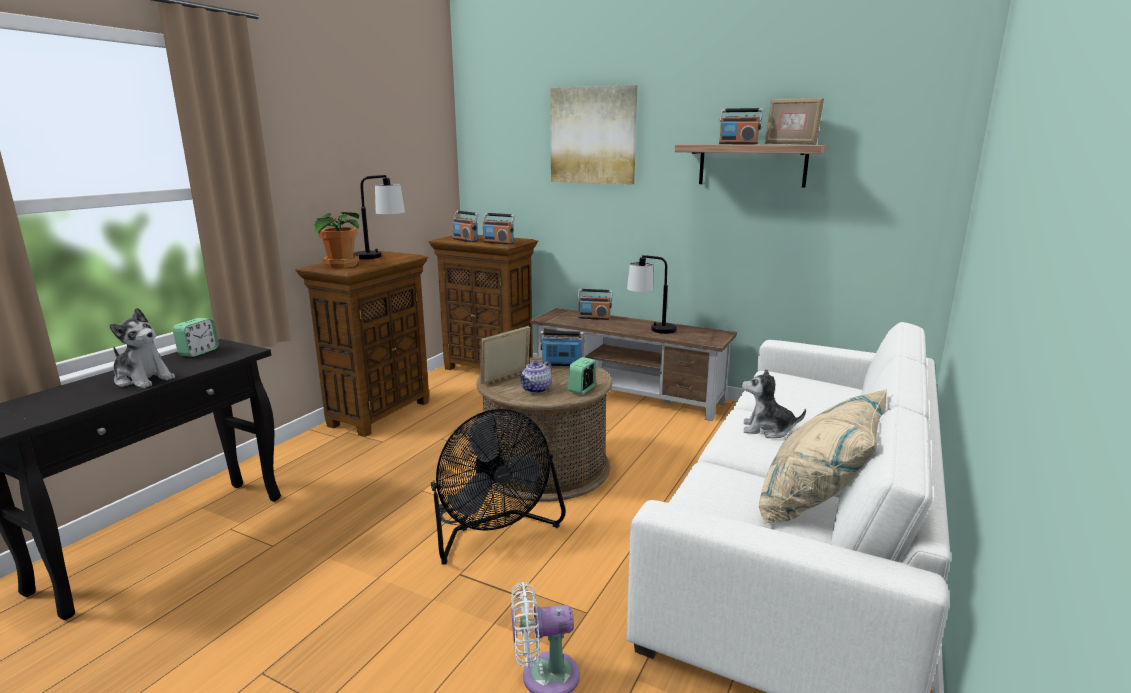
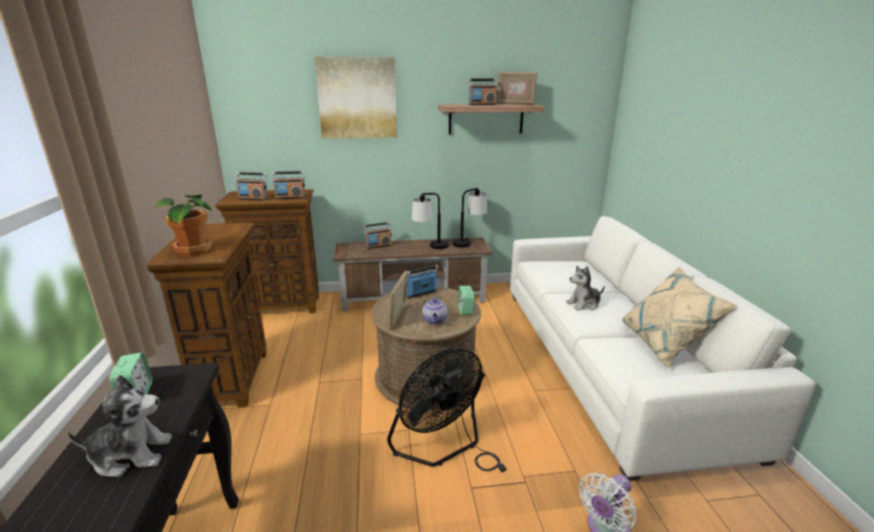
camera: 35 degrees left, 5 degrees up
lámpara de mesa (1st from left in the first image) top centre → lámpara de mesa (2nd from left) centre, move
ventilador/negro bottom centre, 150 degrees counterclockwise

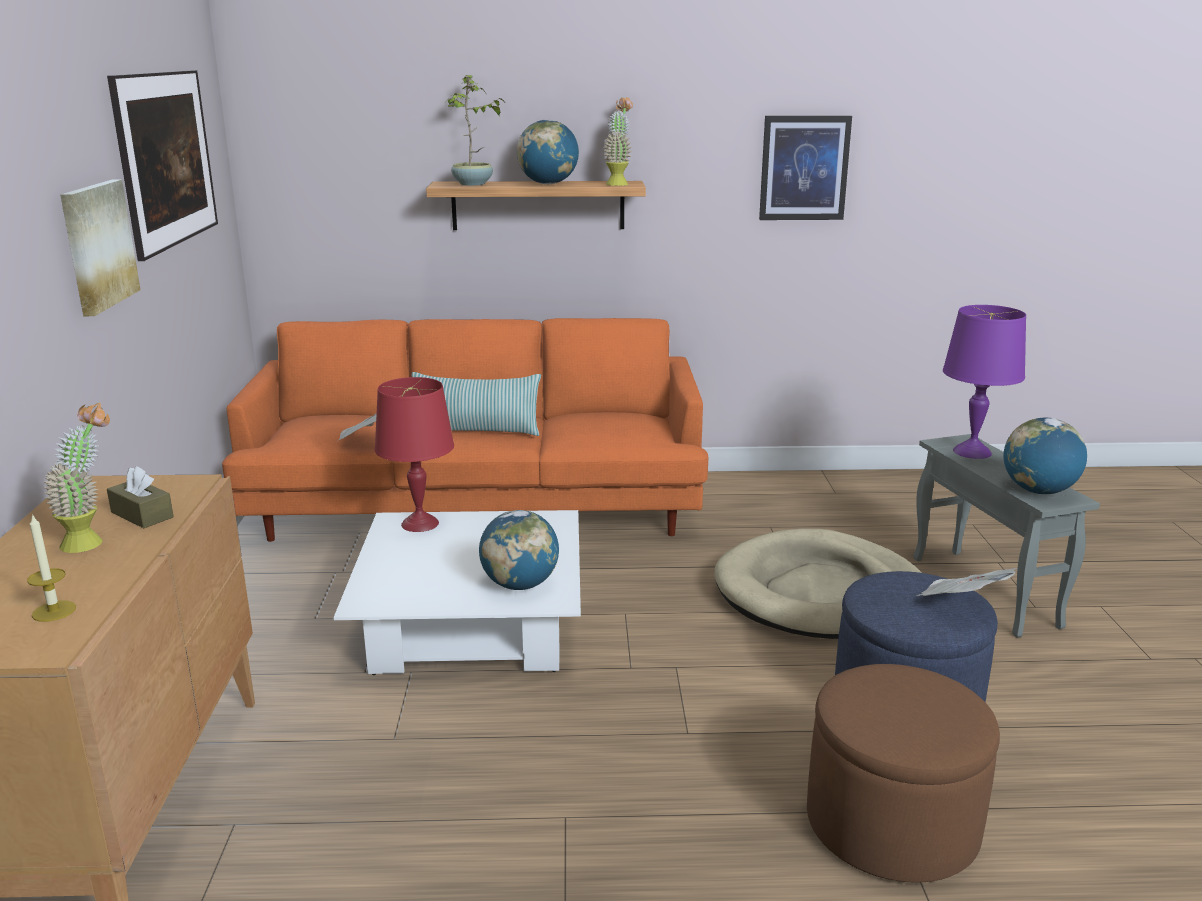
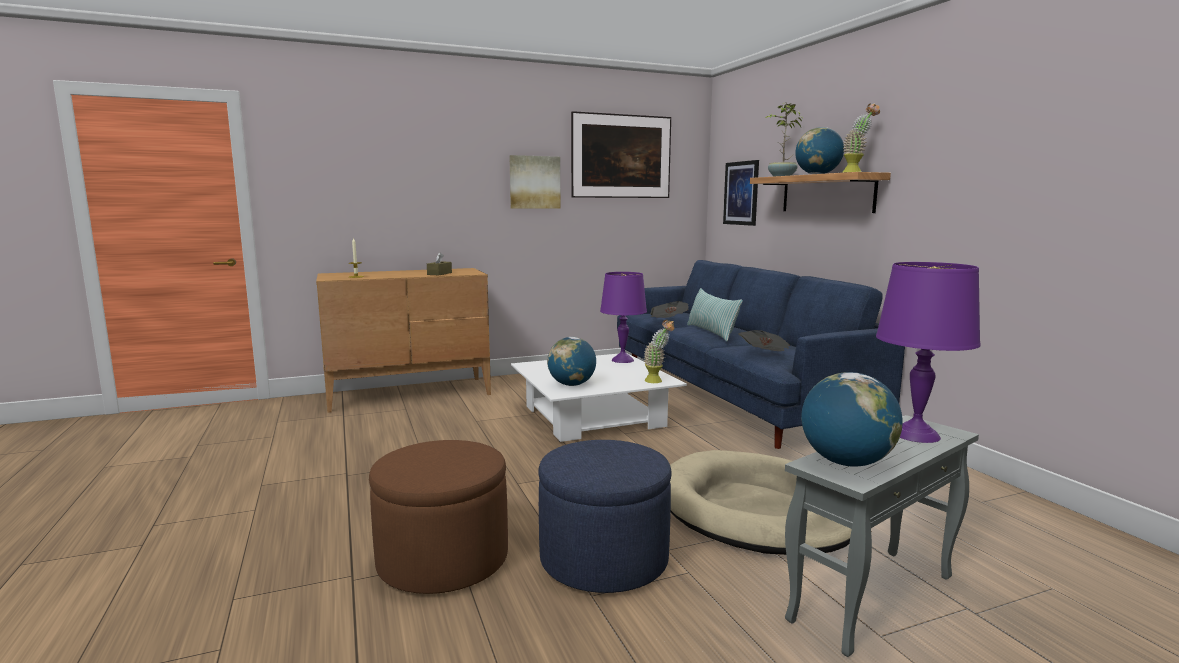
camera: 70 degrees right, 10 degrees down
cuadro (3rd from left) top right → cuadro (3rd from left) top centre, move
sofá/naranja centre → sofá/azul centre
lámpara de mesa/rojo centre → lámpara de mesa/morado (1st from left) centre
planta en maceta (1st from left) middle left → planta en maceta (1st from left) centre, move
periódico (2nd from left) middle right → periódico (2nd from left) centre, move

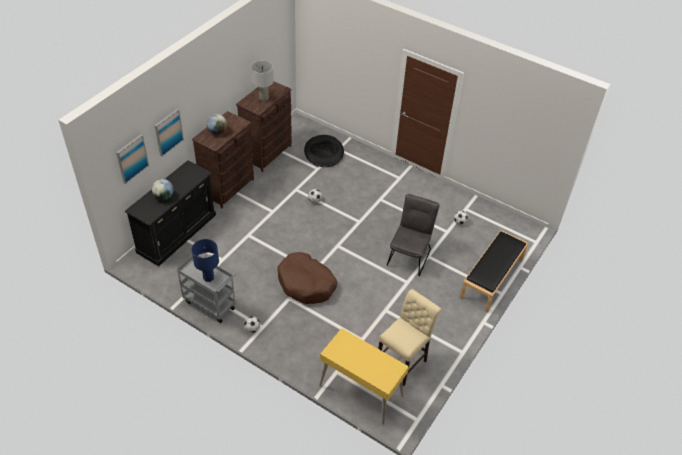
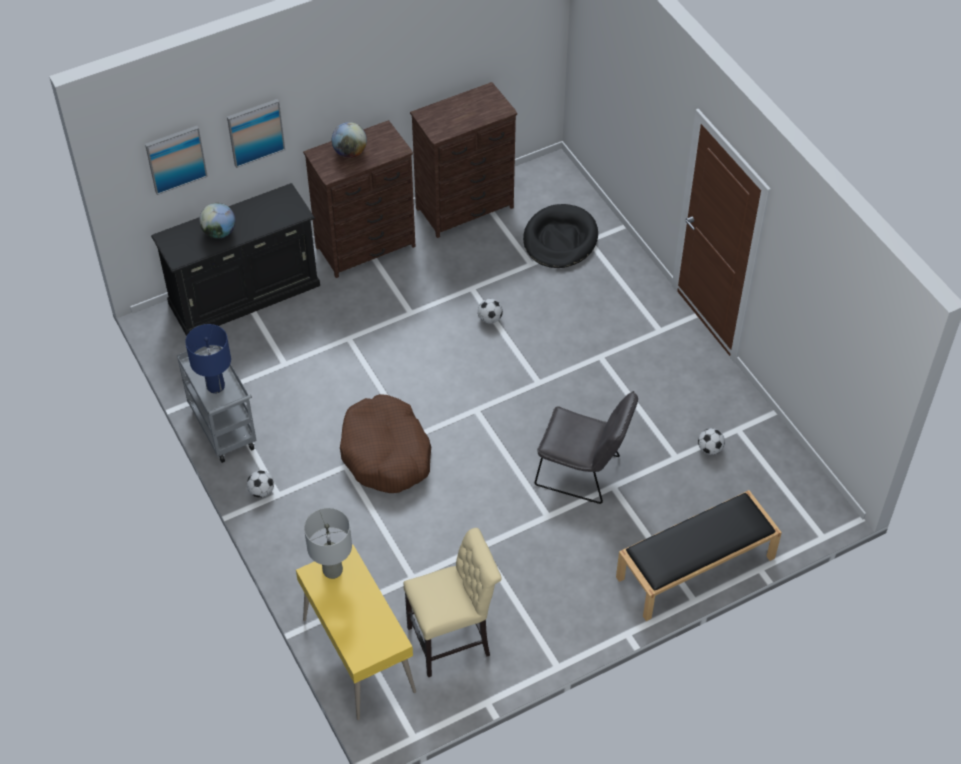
camera: 30 degrees right, 5 degrees up
lámpara de mesa/gris top centre → lámpara de mesa/gris bottom centre, move
silla/gris centre, 60 degrees clockwise

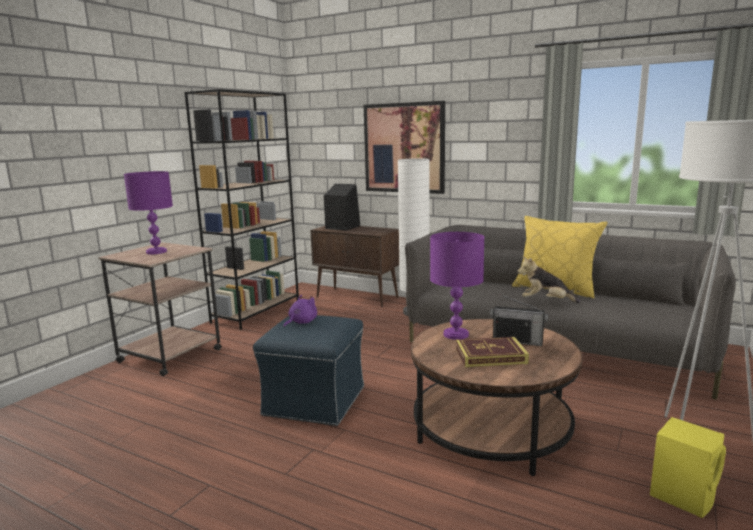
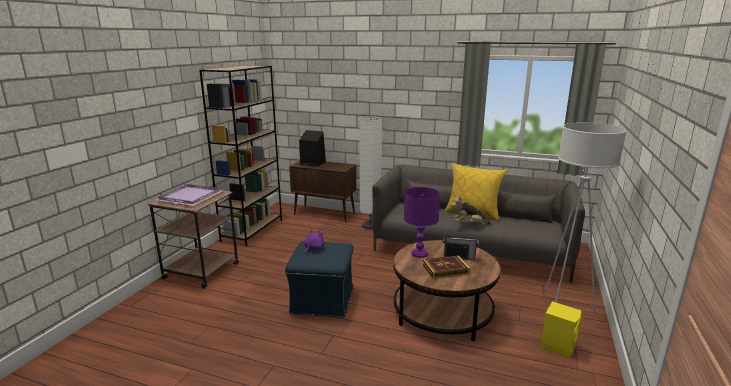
camera: 10 degrees left, 5 degrees up
cuadro top centre → -
lámpara de mesa/morado (1st from left) middle left → bandeja/morado middle left

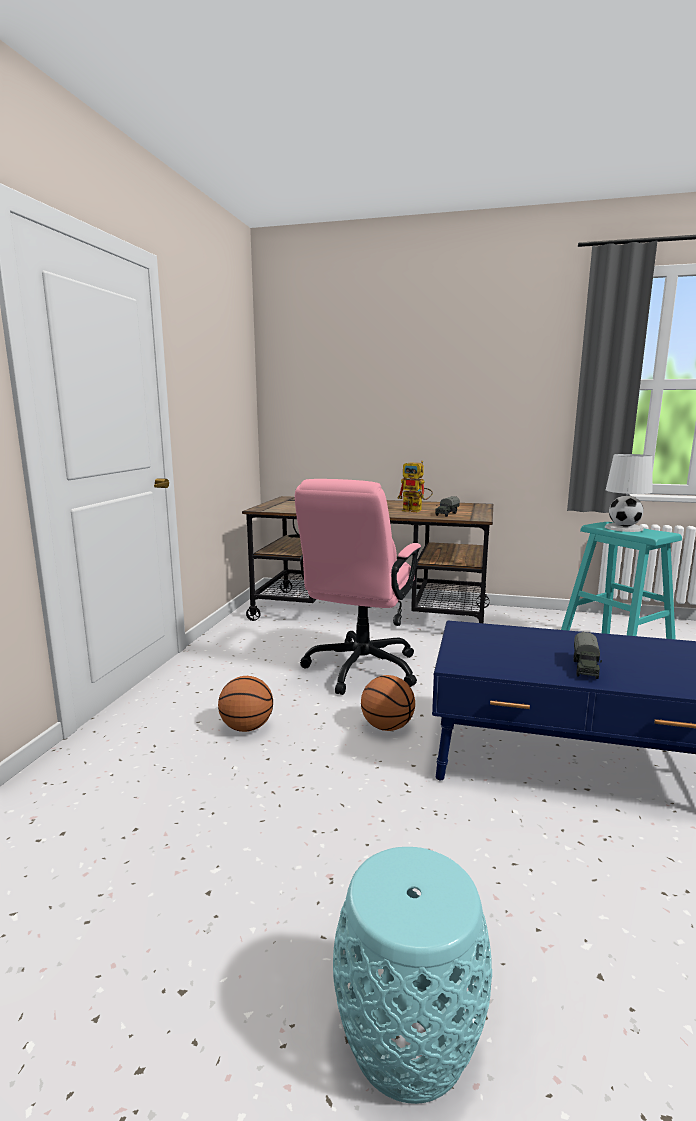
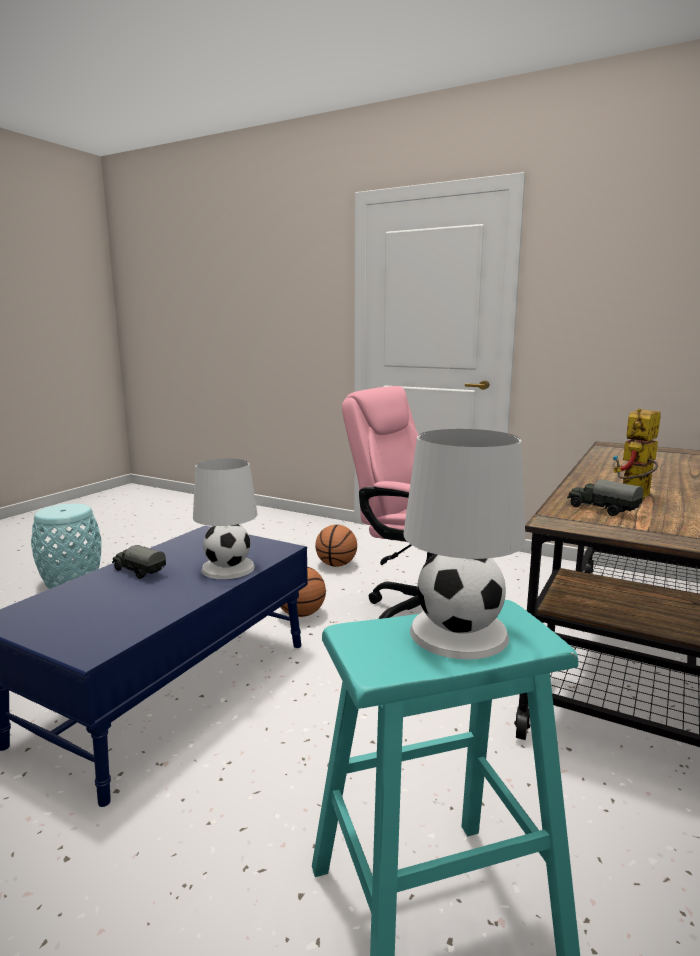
camera: 105 degrees right, 0 degrees up
- → lámpara de mesa/blanco (1st from left) middle left

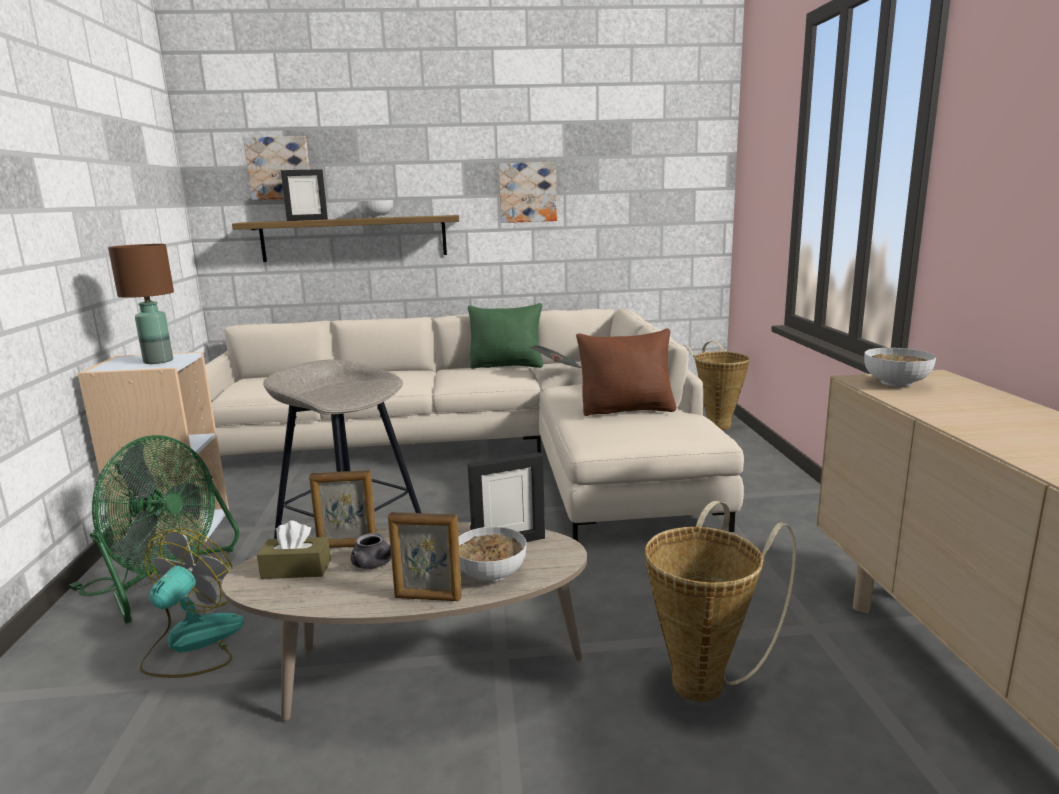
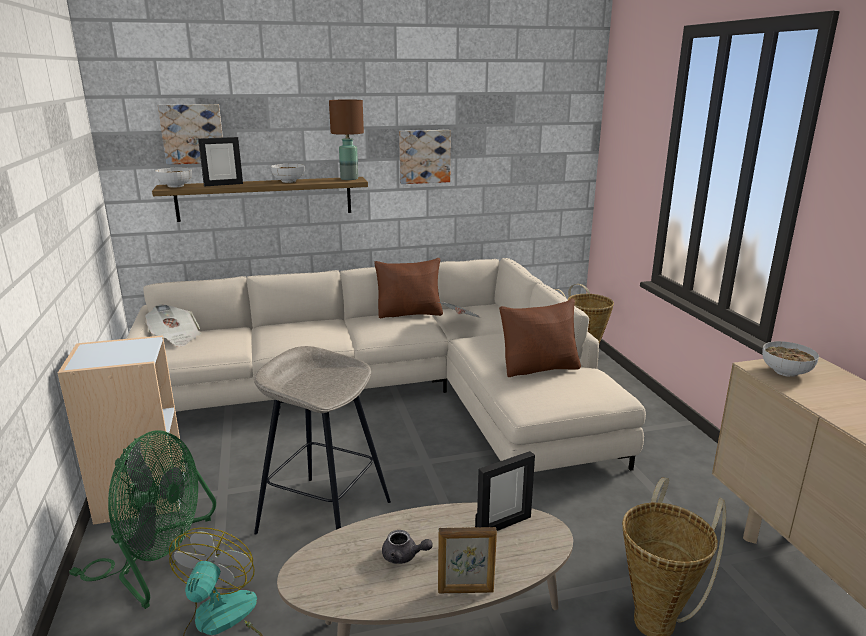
camera: 10 degrees left, 5 degrees up
lámpara de mesa/marrón middle left → lámpara de mesa/marrón top centre, move
cojín/verde centre → cojín/marrón (1st from left) centre
portarretratos (2nd from left) middle left → -
caja de pañuelos/marrón bottom left → -
cuenco (2nd from left in the first image) bottom centre → cuenco (1st from left) top left, move
- → periódico (1st from left) middle left

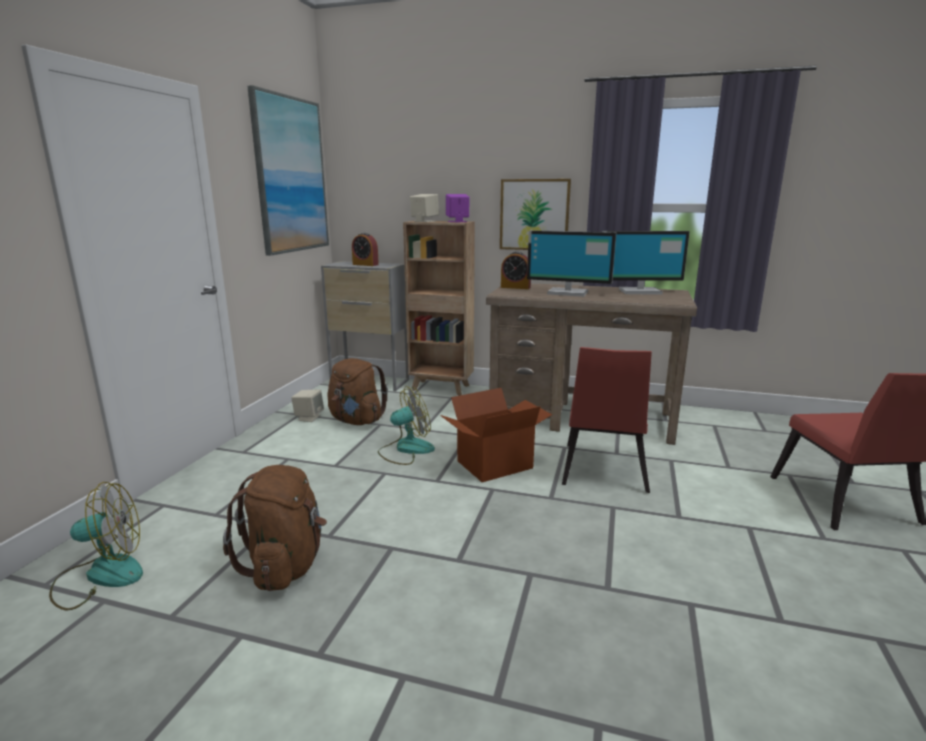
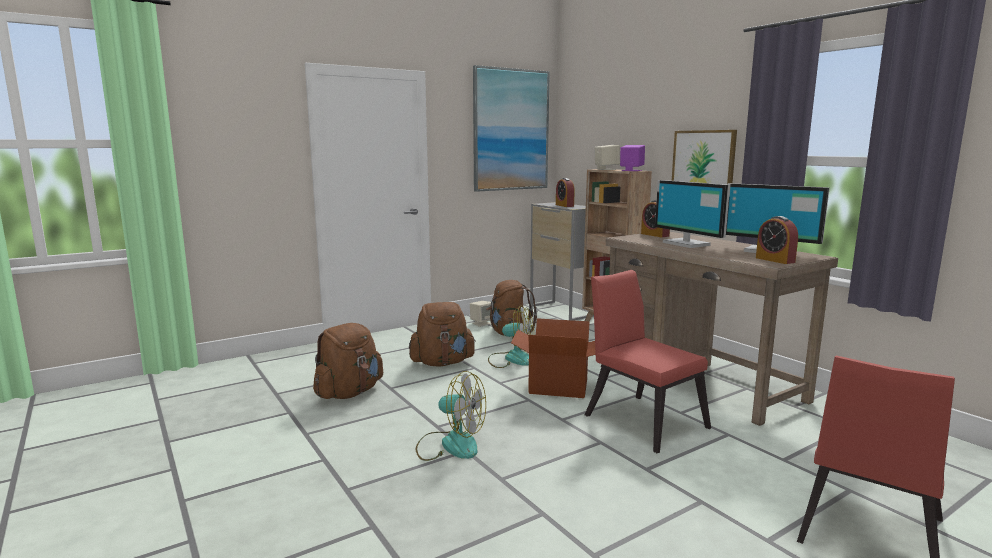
camera: 40 degrees right, 5 degrees down
silla/rojo (1st from left) centre, 90 degrees clockwise
ventilador (1st from left) bottom left → ventilador (1st from left) bottom centre, move
- → despertador (3rd from left) middle right
- → mochila/marrón (2nd from left) centre

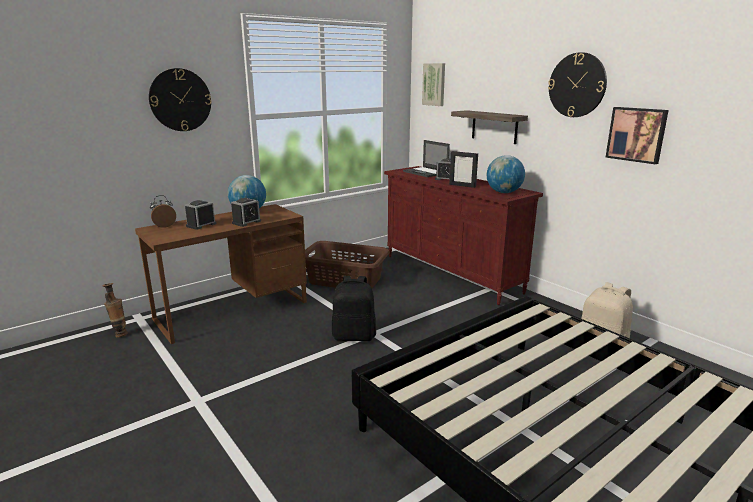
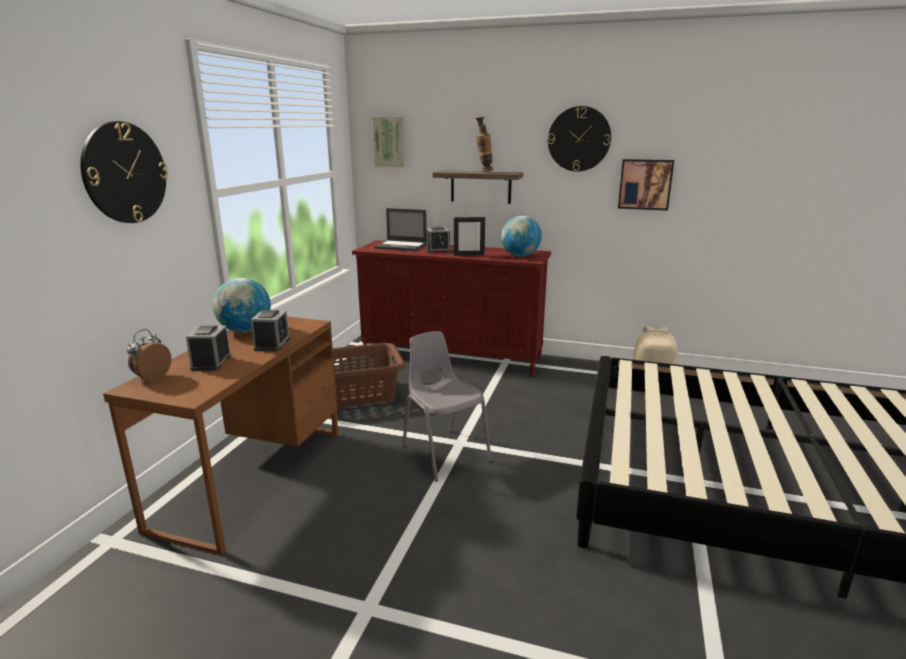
camera: 35 degrees left, 0 degrees up
mochila/negro centre → silla/gris centre
florero middle left → florero top centre, move

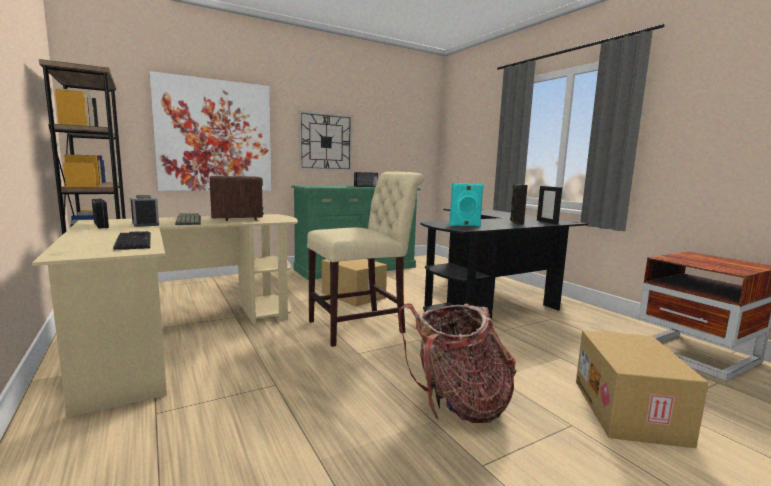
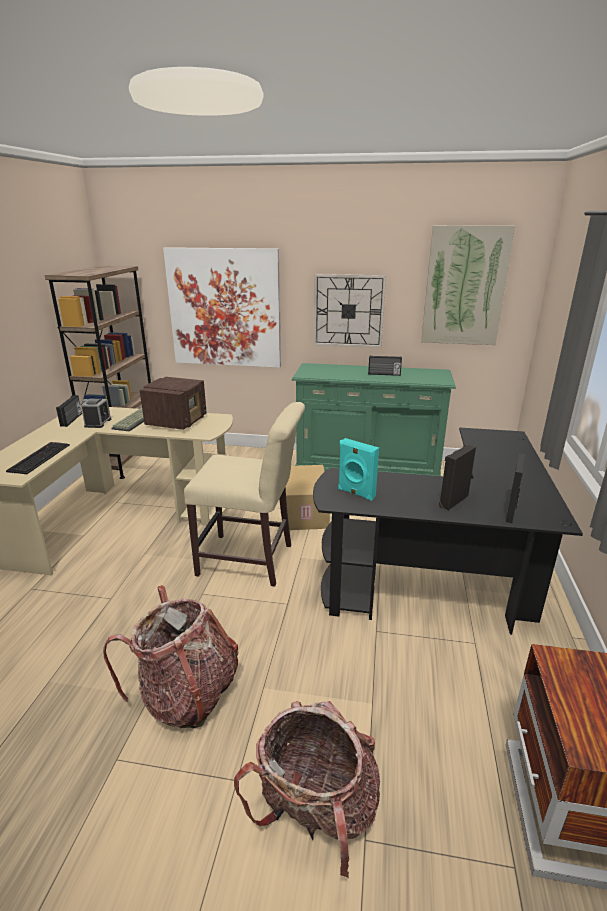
camera: 40 degrees right, 15 degrees up
caja de cartón (2nd from left) bottom right → mochila (2nd from left) bottom centre
- → cuadro (2nd from left) top right

